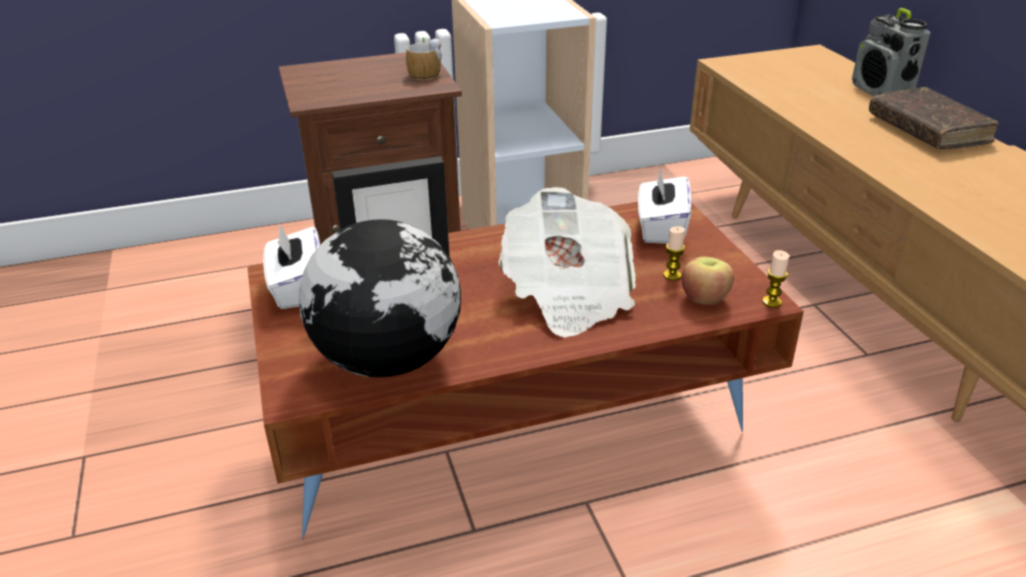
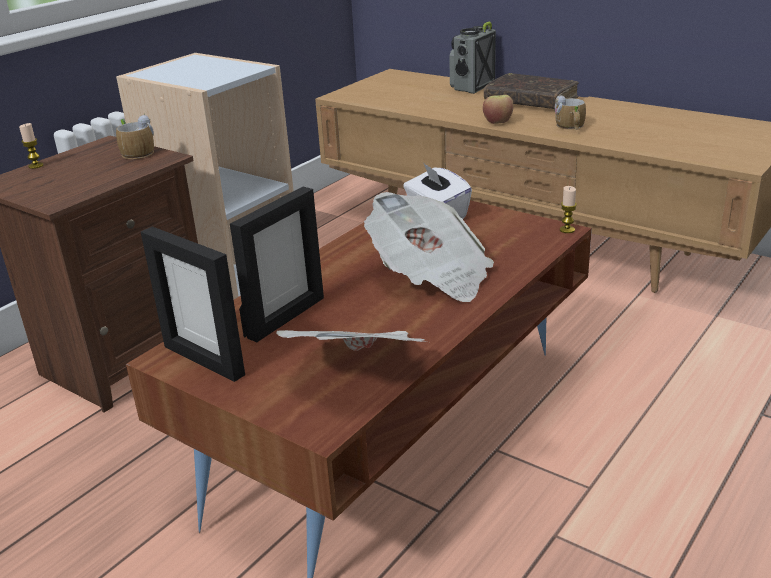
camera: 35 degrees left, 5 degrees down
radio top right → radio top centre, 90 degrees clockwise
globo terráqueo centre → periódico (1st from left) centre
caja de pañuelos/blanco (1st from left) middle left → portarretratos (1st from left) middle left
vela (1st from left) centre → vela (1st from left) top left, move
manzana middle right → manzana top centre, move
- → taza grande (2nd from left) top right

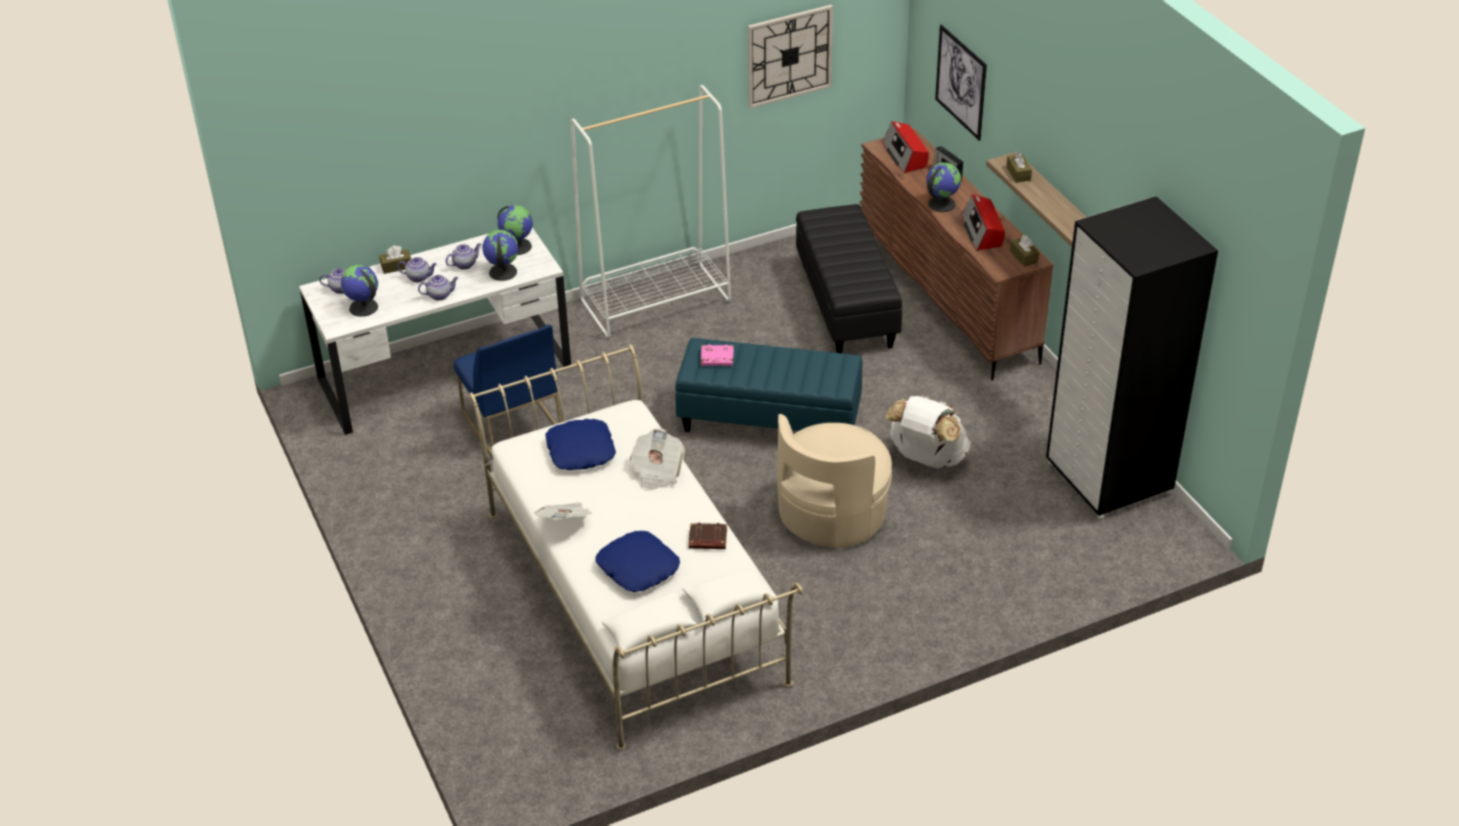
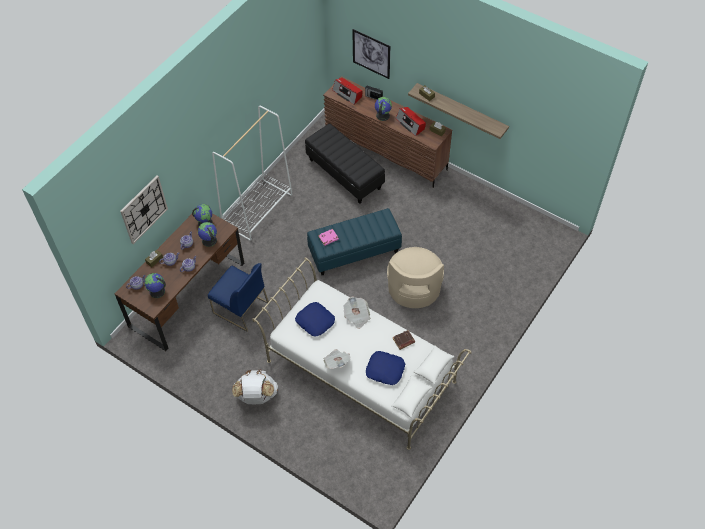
camera: 30 degrees left, 15 degrees up
reloj de pared top centre → reloj de pared middle left, move
armario ropero middle right → -
escritorio/blanco middle left → escritorio/marrón middle left
mochila/blanco centre → mochila/blanco bottom centre, move

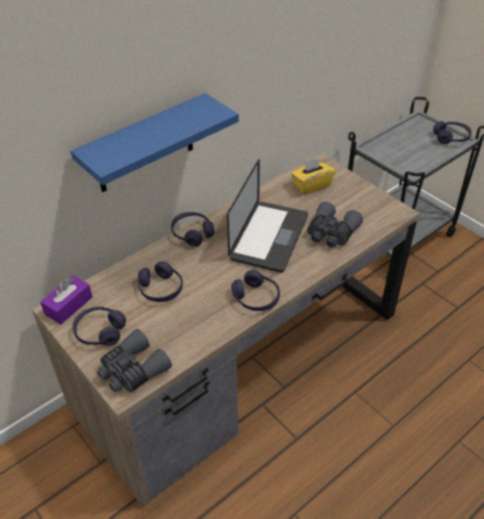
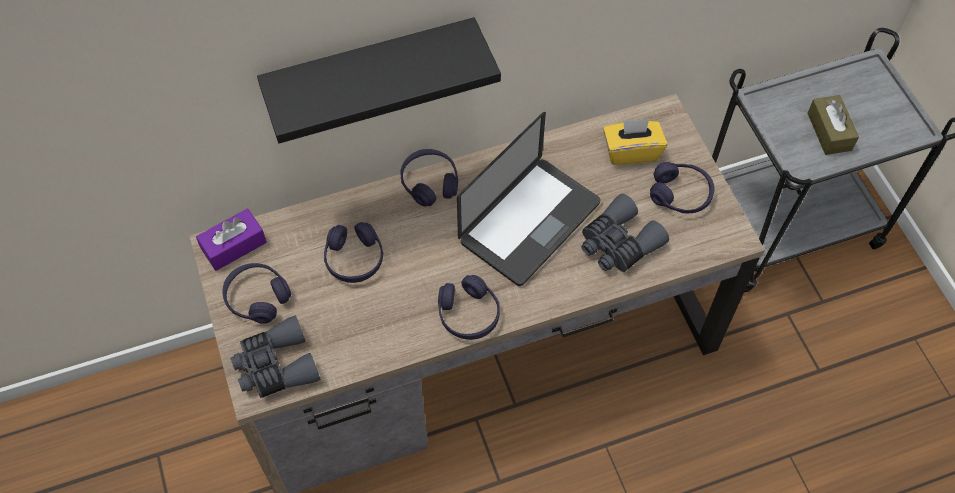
camera: 20 degrees right, 15 degrees up
estante/azul top left → estante/negro top centre
auriculares/morado (5th from left) top right → auriculares/morado (5th from left) middle right, move
- → caja de pañuelos/marrón top right

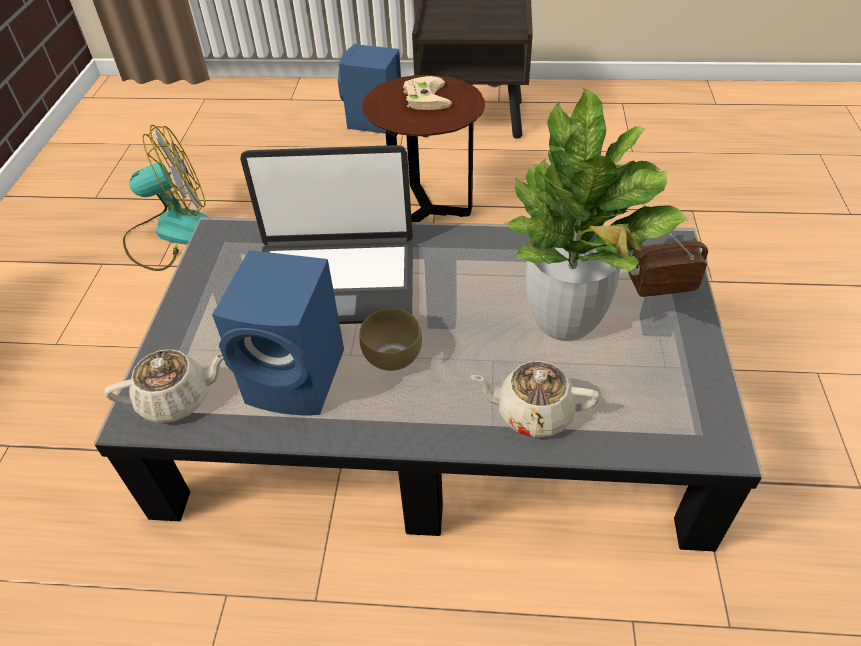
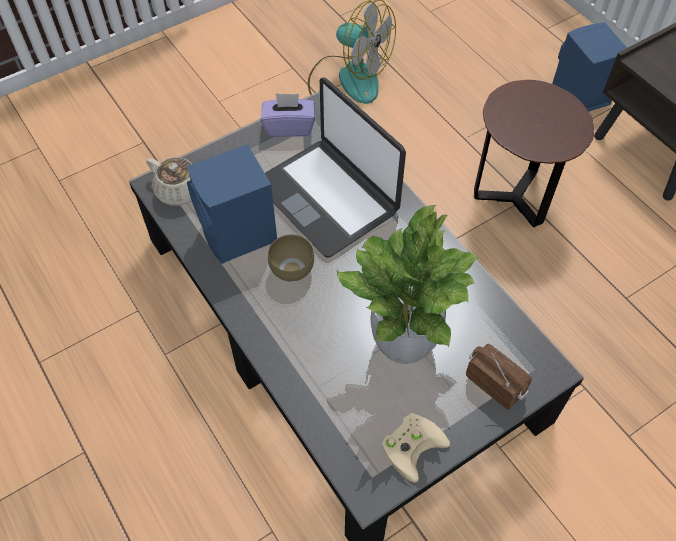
camera: 50 degrees right, 10 degrees up
mando de consola/beis top centre → mando de consola/beis bottom centre, move
tetera/beis (2nd from left) centre → -
- → caja de pañuelos/morado top centre

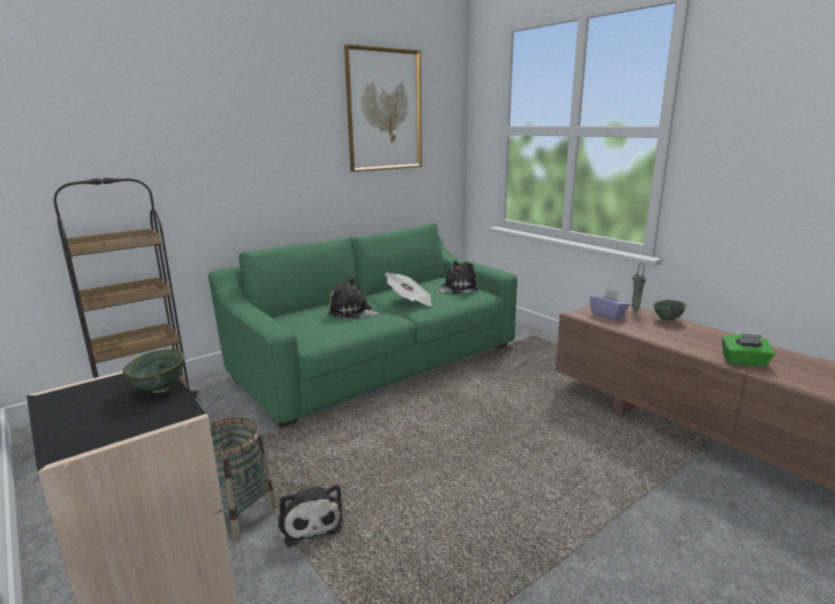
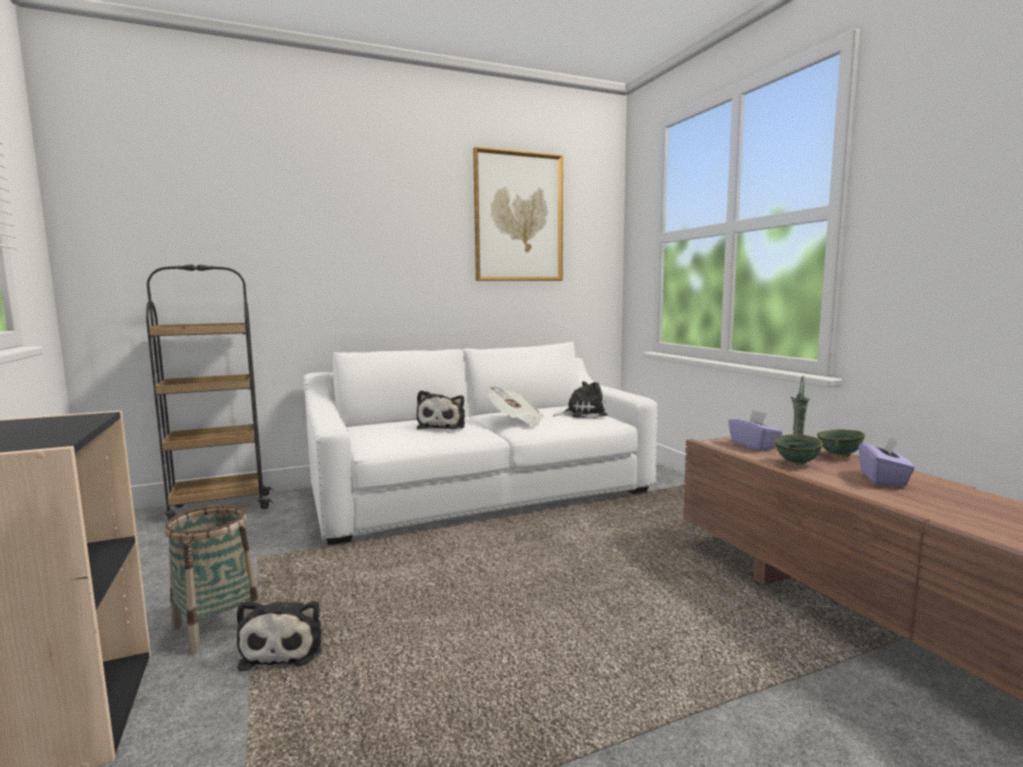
camera: 15 degrees right, 10 degrees down
sofá/verde centre → sofá/blanco centre
peluche (2nd from left) centre, 120 degrees counterclockwise
caja de pañuelos/verde middle right → -
cuenco/verde (1st from left) middle left → cuenco/verde (1st from left) middle right, move
- → caja de pañuelos/morado (2nd from left) middle right

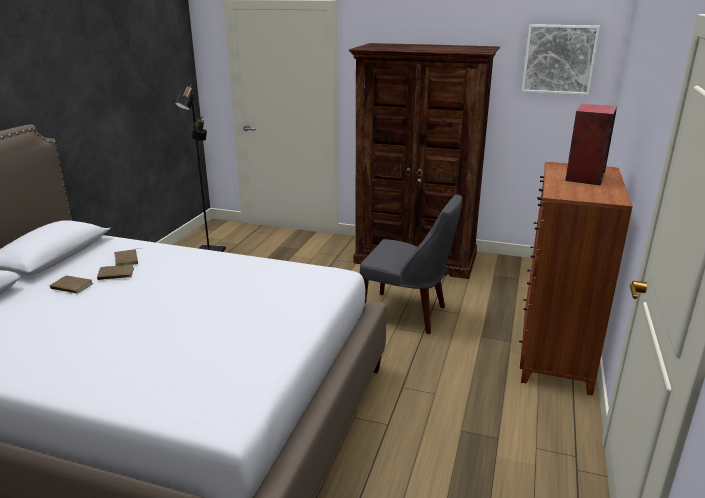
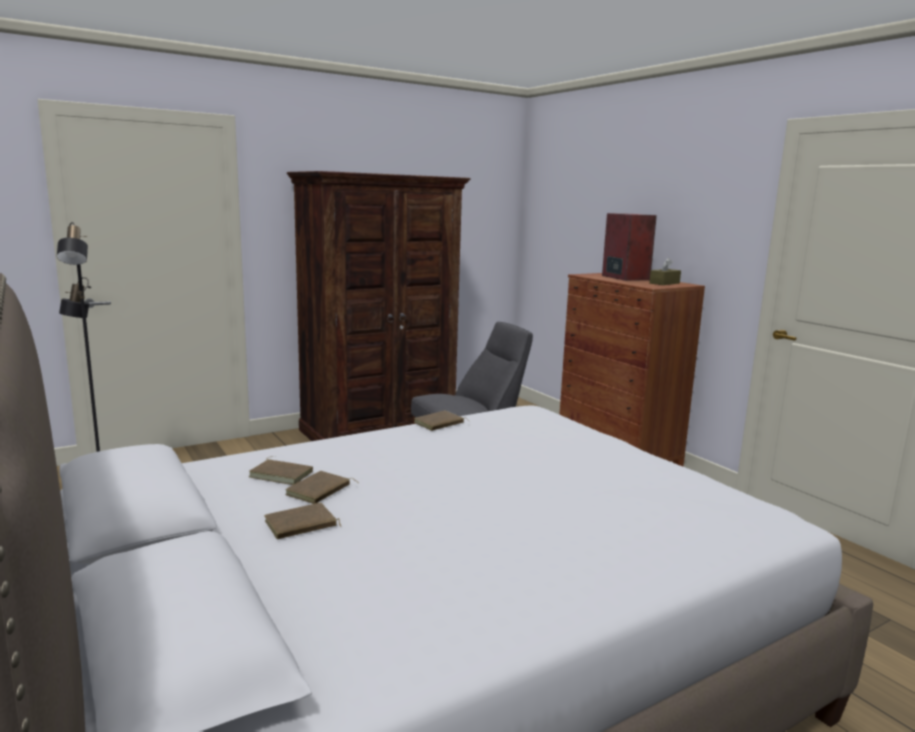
camera: 50 degrees left, 10 degrees down
cuadro top right → -
- → caja de pañuelos/marrón middle right
- → libro/marrón (4th from left) centre

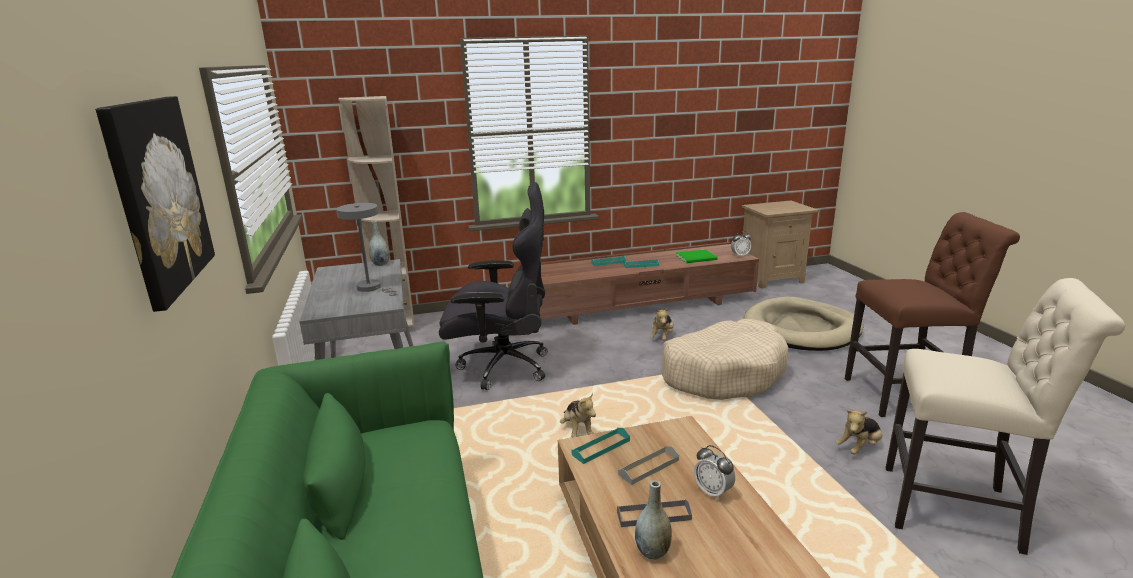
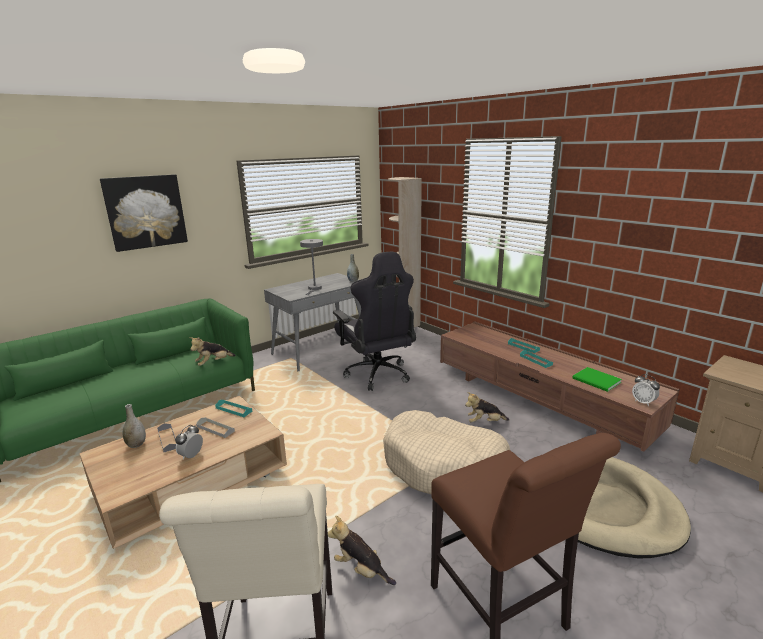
camera: 65 degrees right, 0 degrees up
peluche (1st from left) bottom centre → peluche (1st from left) middle left, move

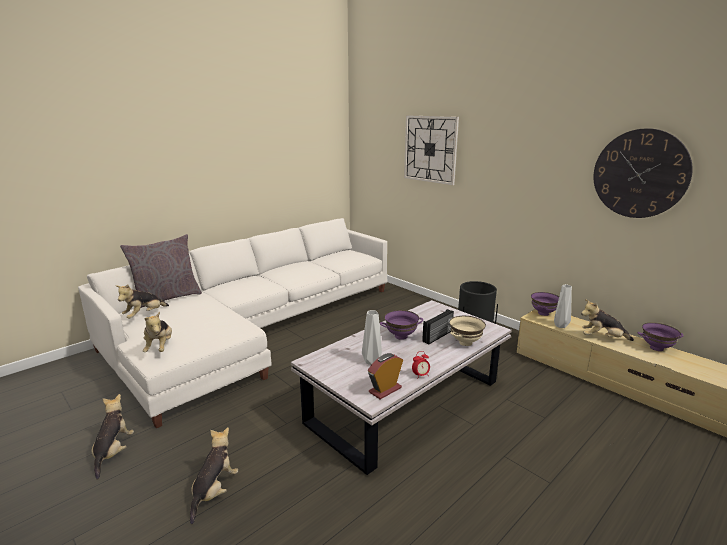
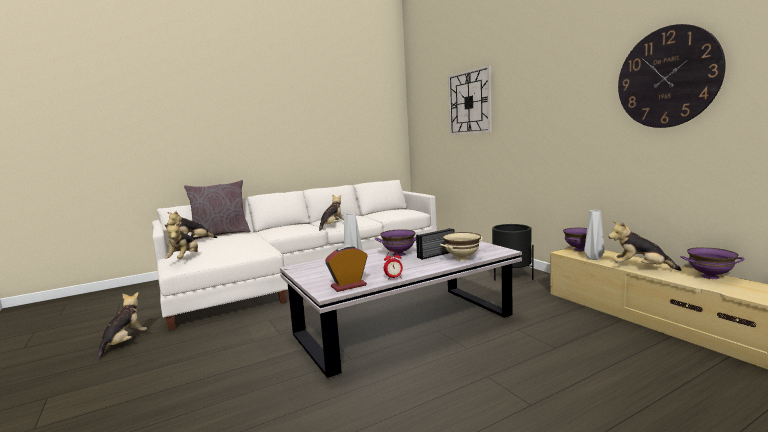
camera: 15 degrees right, 10 degrees down
peluche (4th from left) bottom left → peluche (4th from left) centre, move

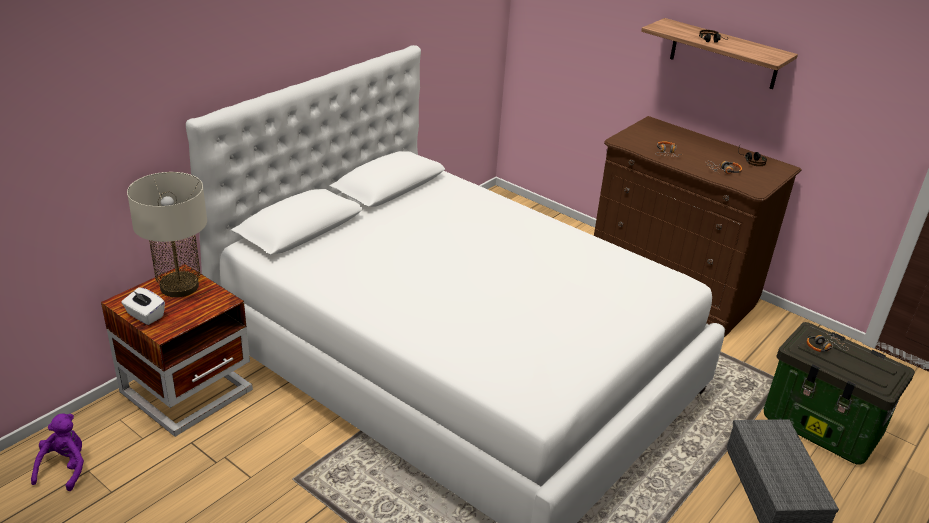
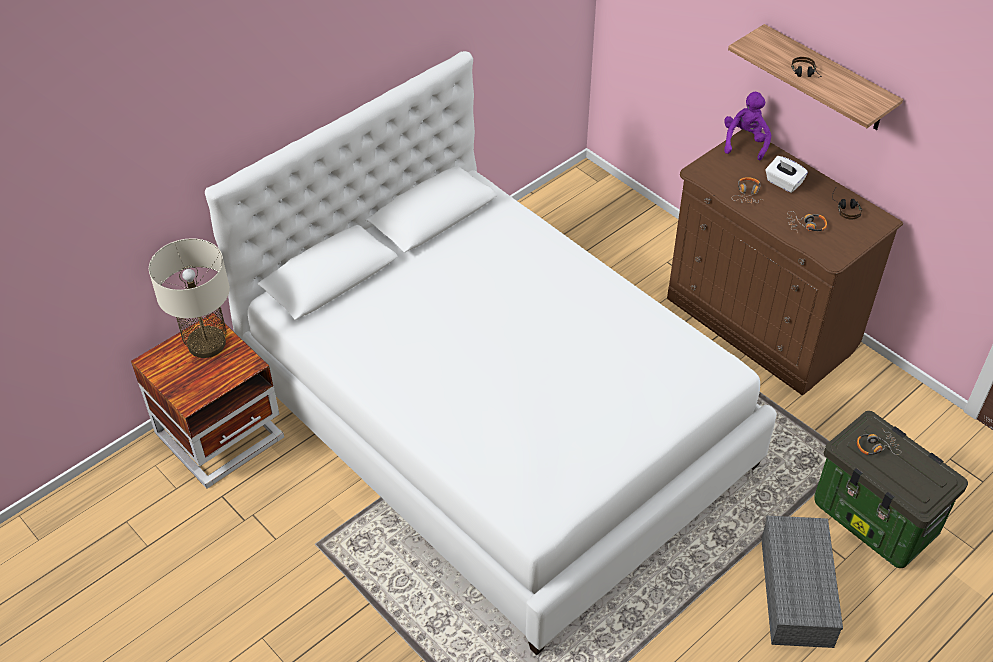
camera: 10 degrees right, 15 degrees up
caja de pañuelos/blanco middle left → caja de pañuelos/blanco top right, move
peluche/morado bottom left → peluche/morado top right, move

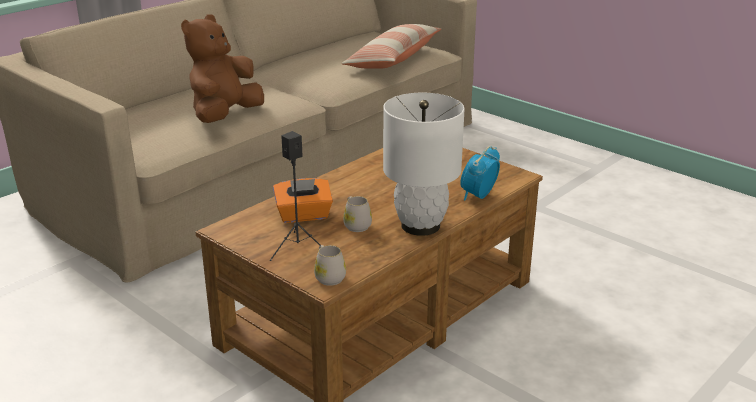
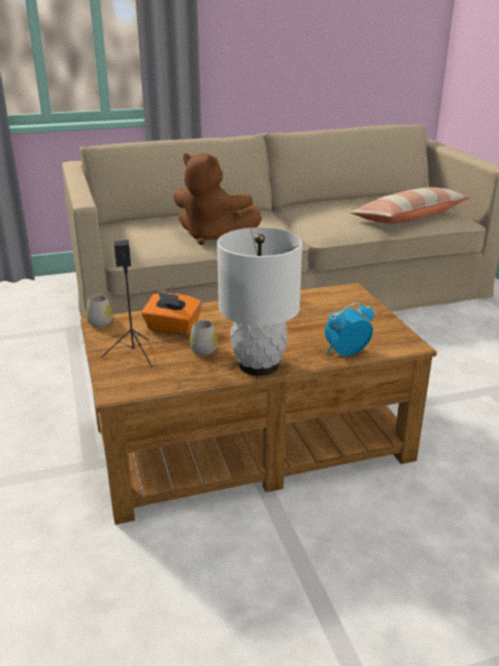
camera: 30 degrees right, 0 degrees up
peluche/marrón top left → peluche/marrón top centre, 120 degrees counterclockwise
taza grande/blanco (1st from left) centre → taza grande/blanco (1st from left) middle left, move

